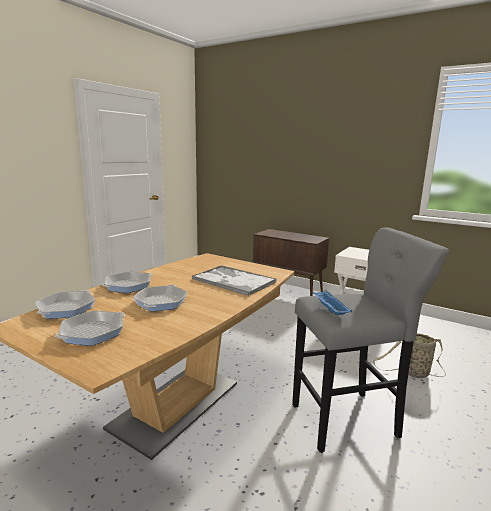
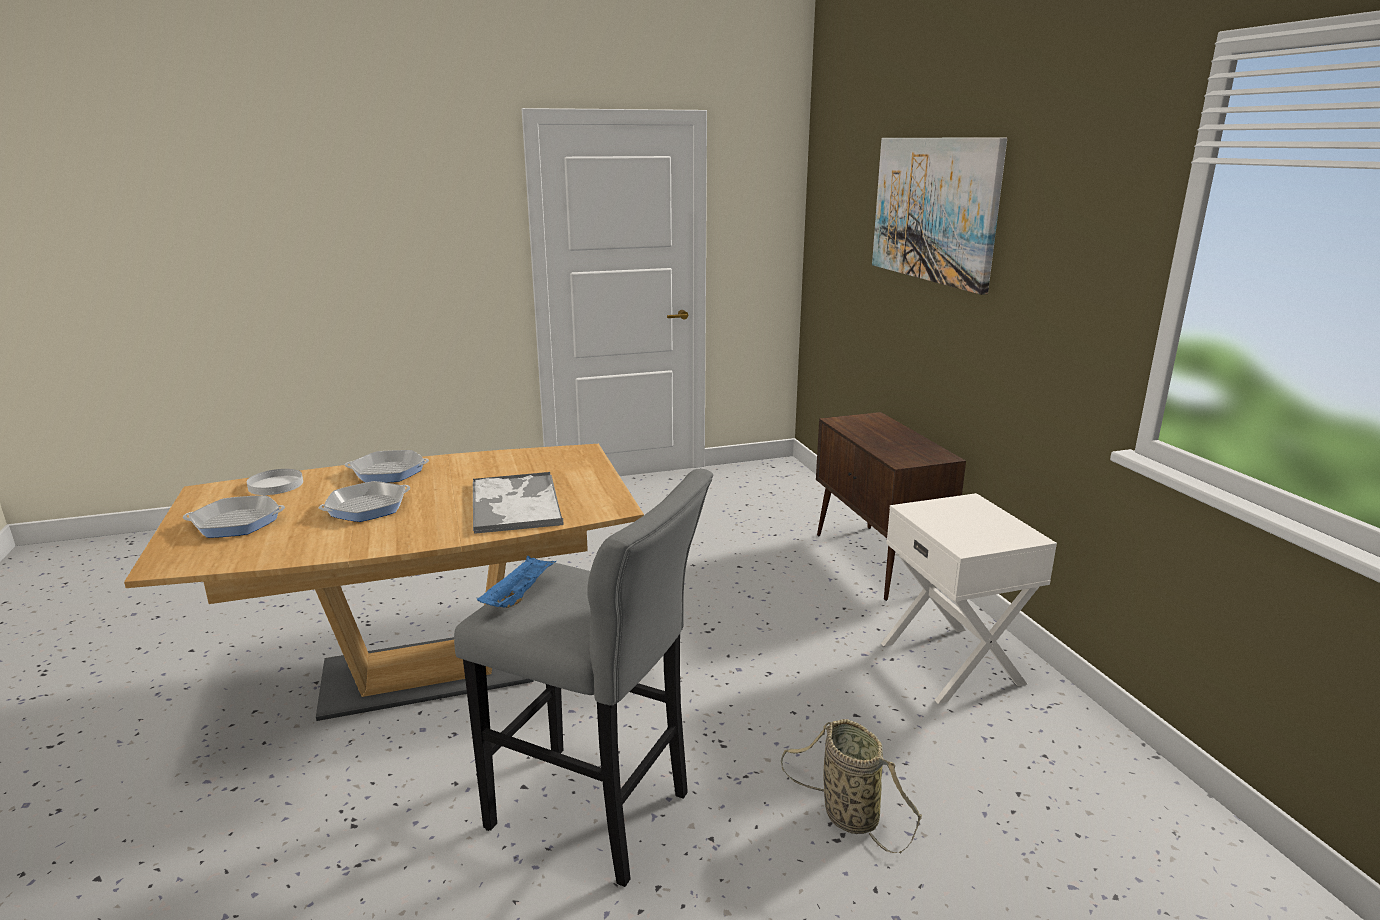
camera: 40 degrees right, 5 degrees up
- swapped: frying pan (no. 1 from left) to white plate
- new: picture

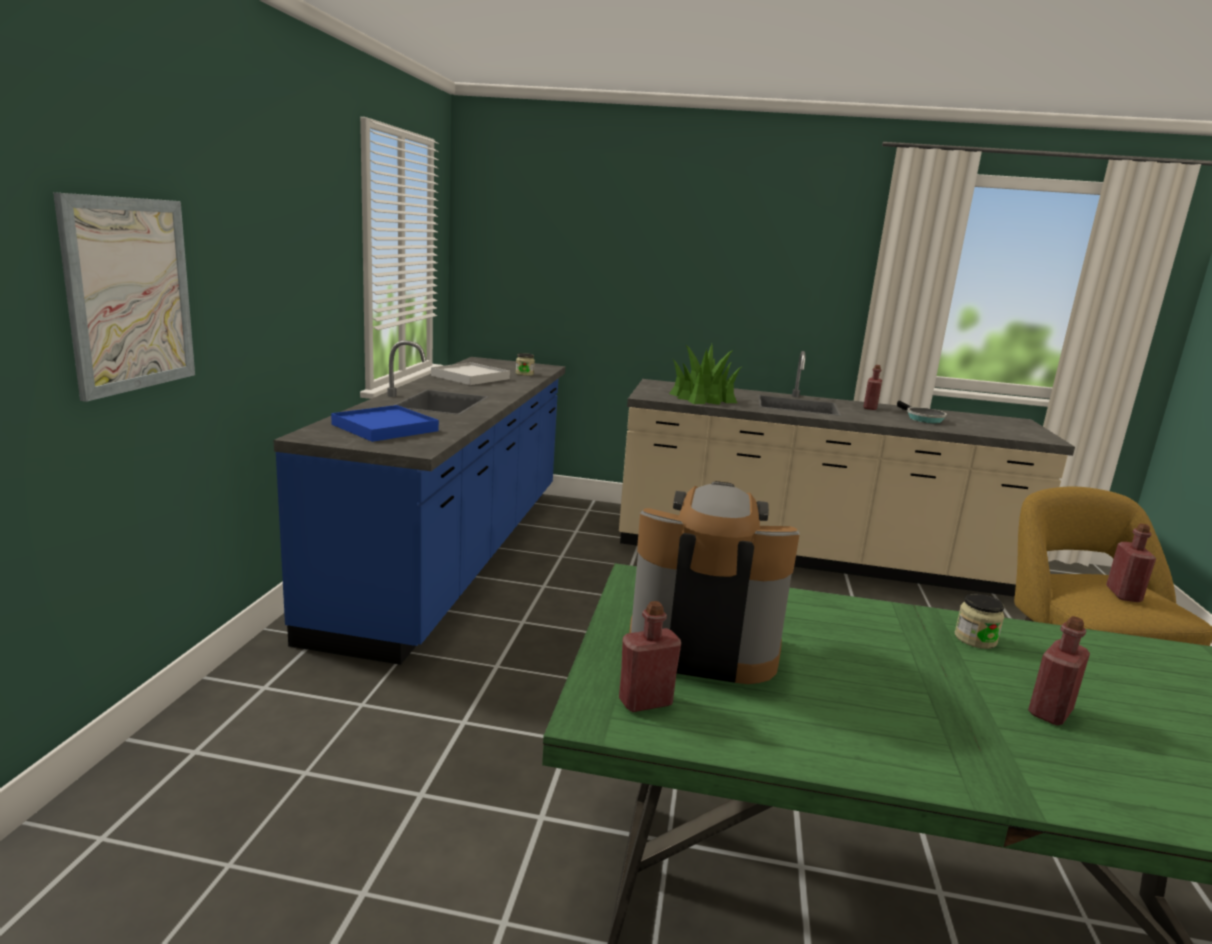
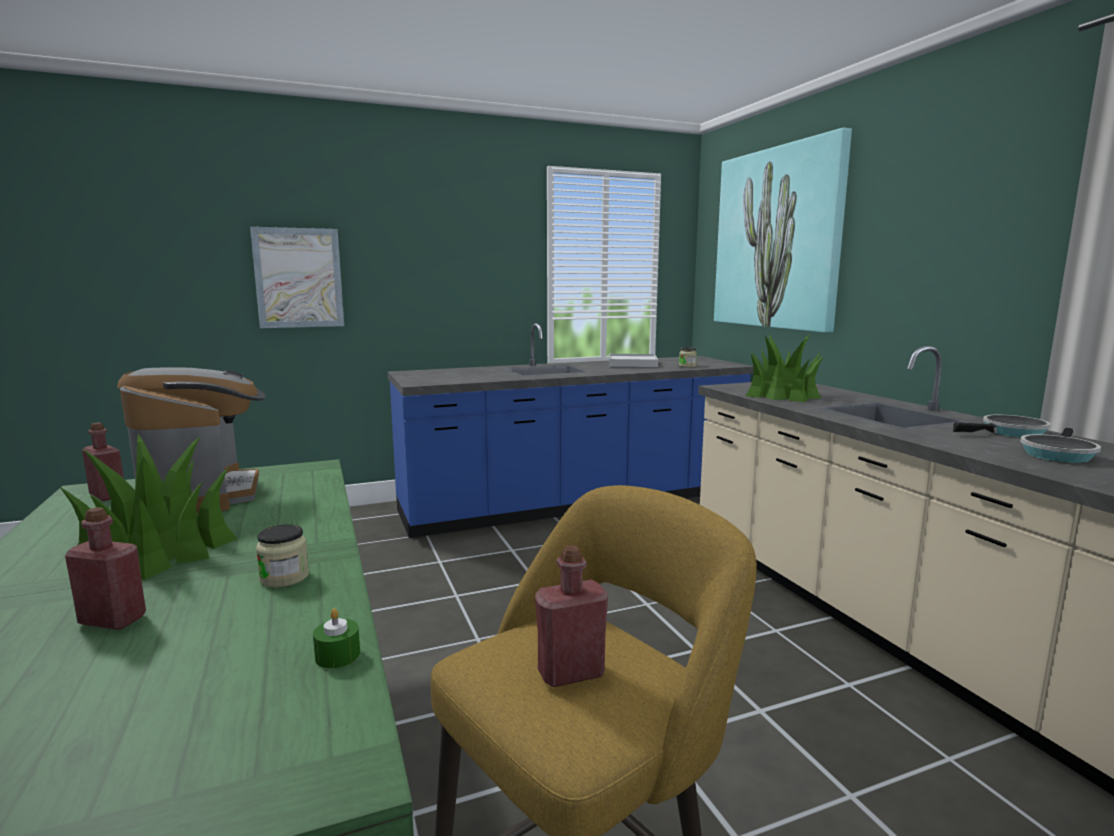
camera: 60 degrees right, 5 degrees down
- gone: blue tray
- swapped: red bottle (no. 2 from left) to frying pan (no. 1 from left)
- new: potted plant (no. 1 from left)
- new: green candle
- new: picture (no. 2 from left)

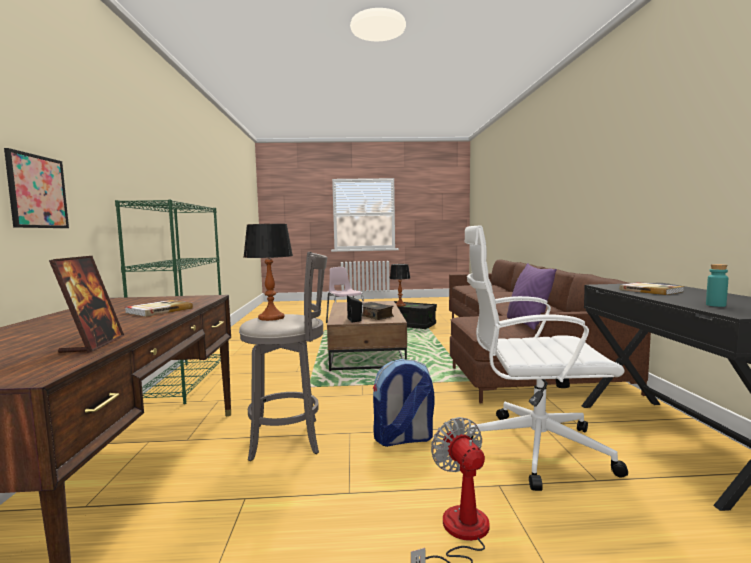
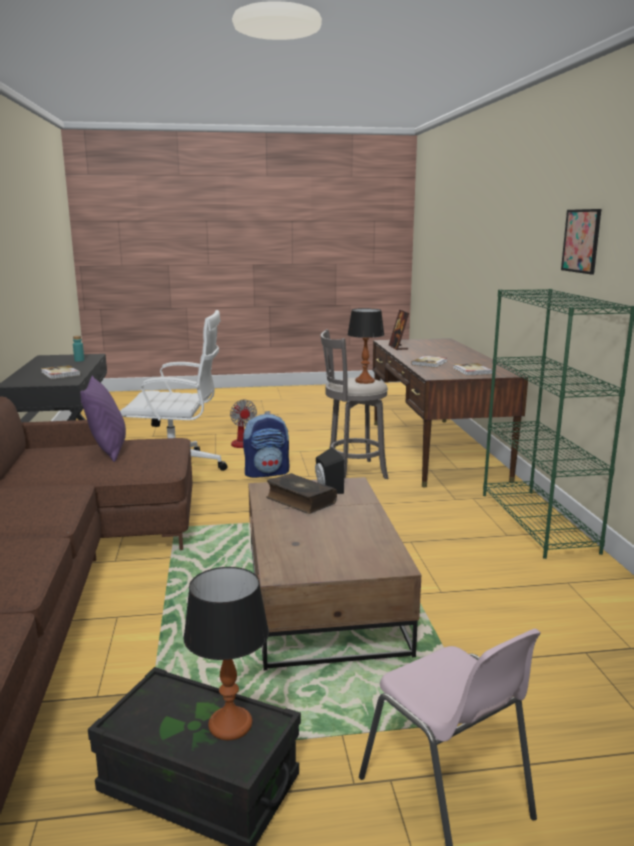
camera: 175 degrees right, 10 degrees up
- shifted: picture
- new: book (no. 4 from left)

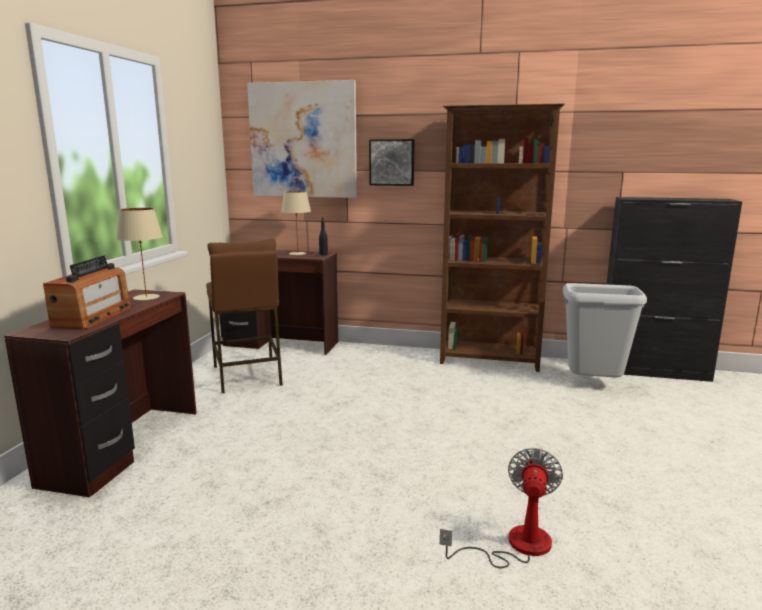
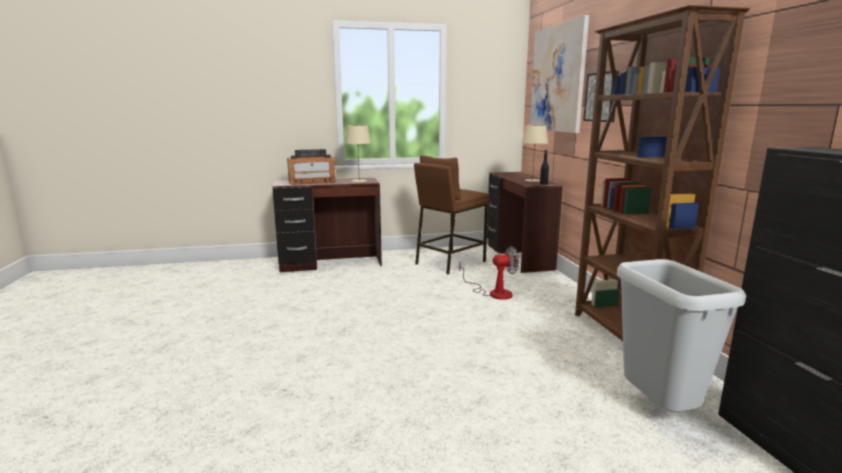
camera: 65 degrees right, 0 degrees up
- shifted: fan

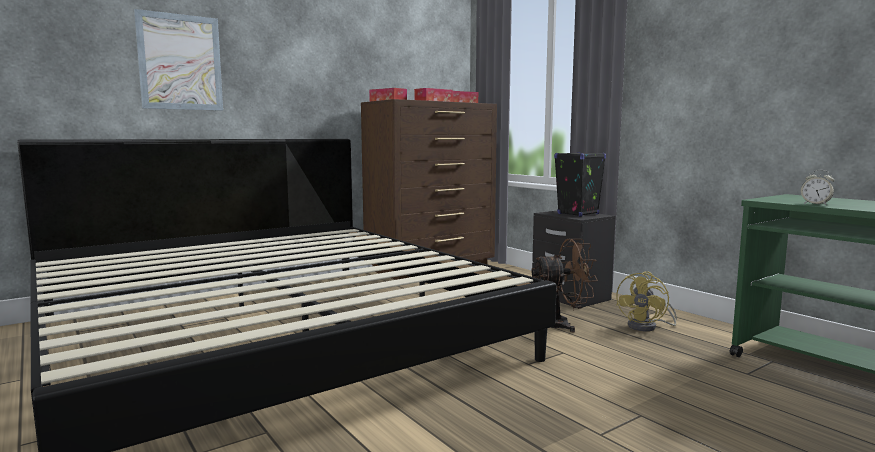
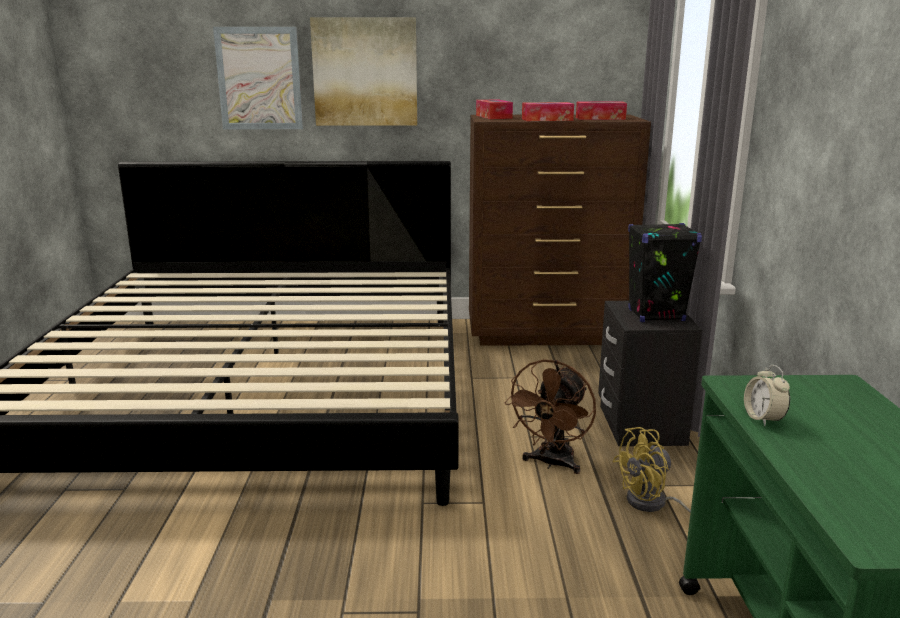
camera: 35 degrees right, 10 degrees up
- rotated: brown fan 90 degrees clockwise
- new: picture (no. 2 from left)

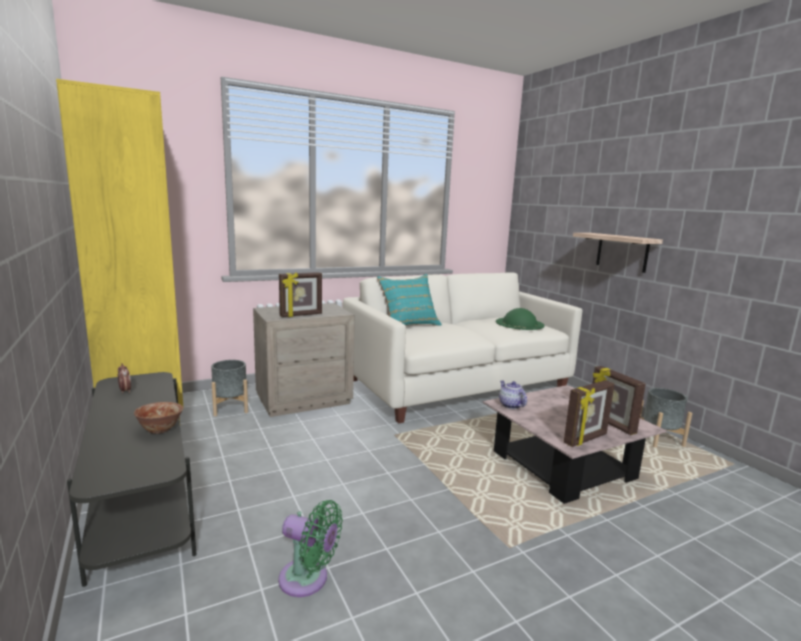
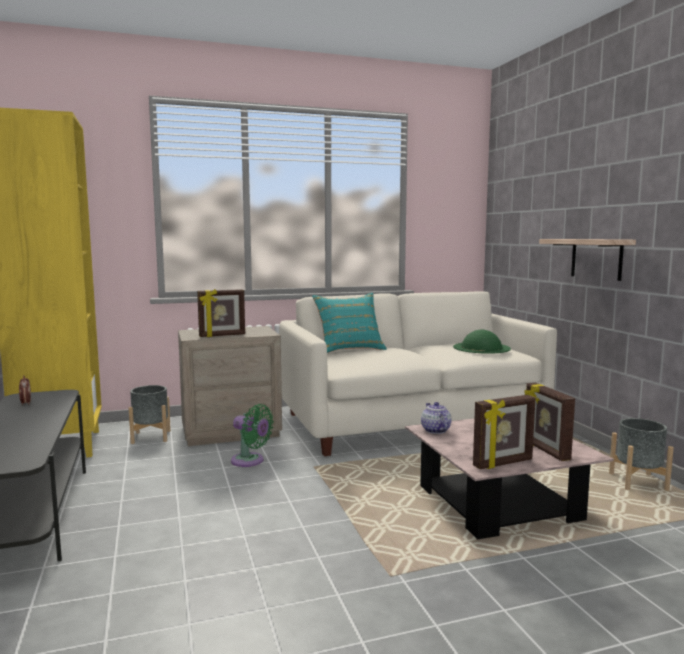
camera: 10 degrees right, 5 degrees down
- gone: bowl
- shifted: green fan

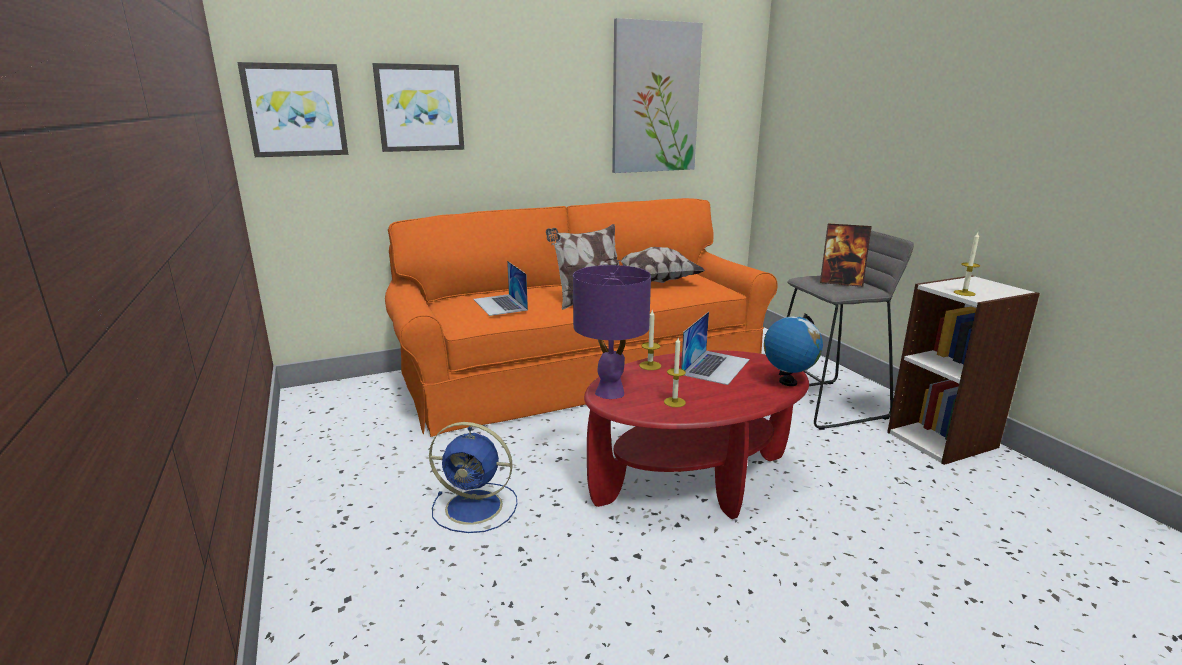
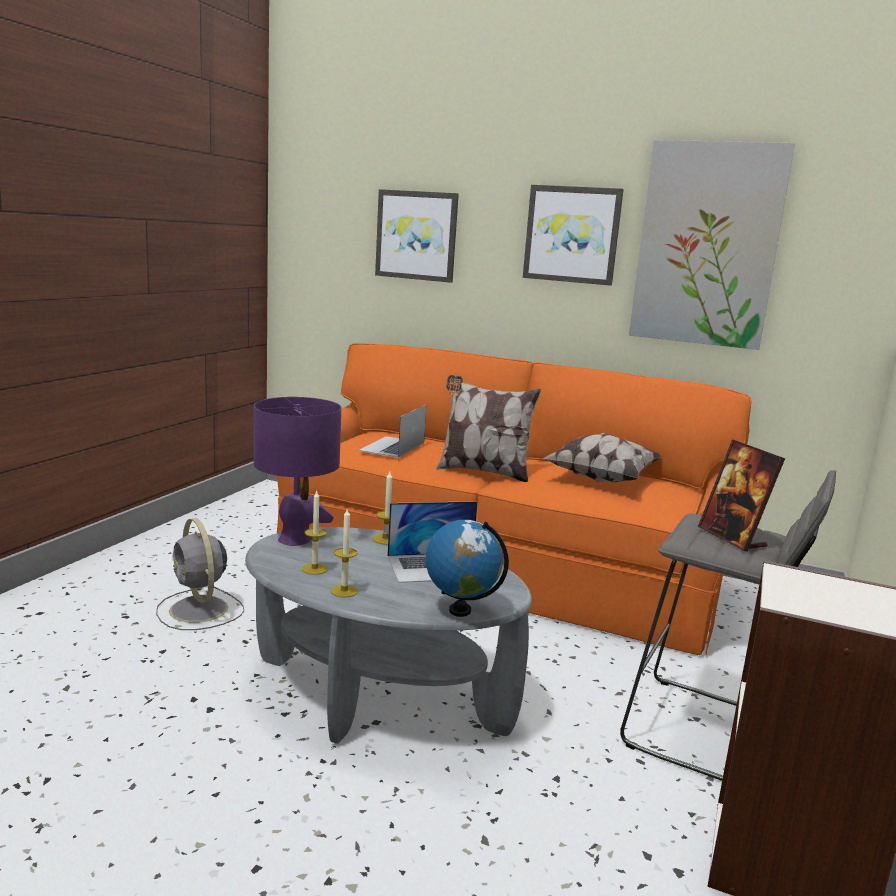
camera: 45 degrees right, 5 degrees down
- shifted: picture (no. 1 from left in the first image) to picture (no. 2 from left)
- repainted: blue fan to grey fan
- repainted: red coffee table to grey coffee table
- shifted: candle (no. 3 from left in the first image) to candle (no. 2 from left)

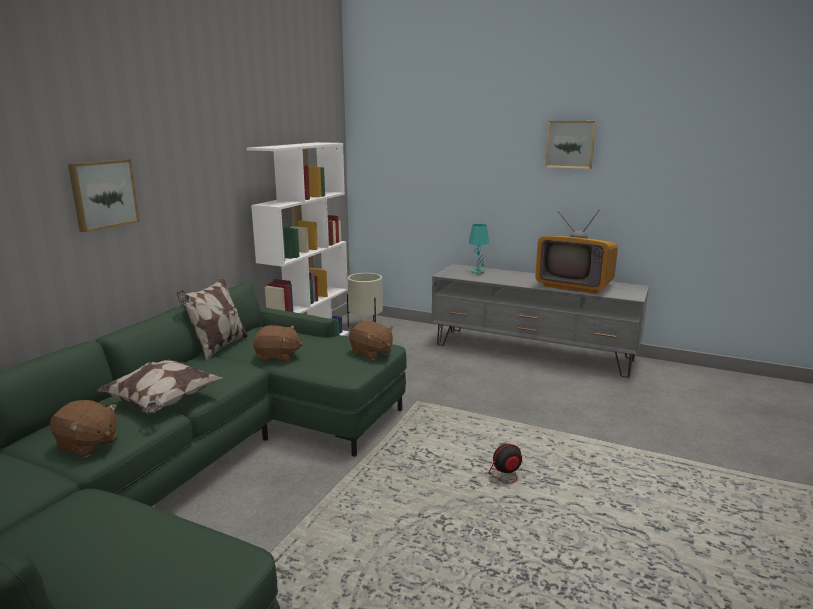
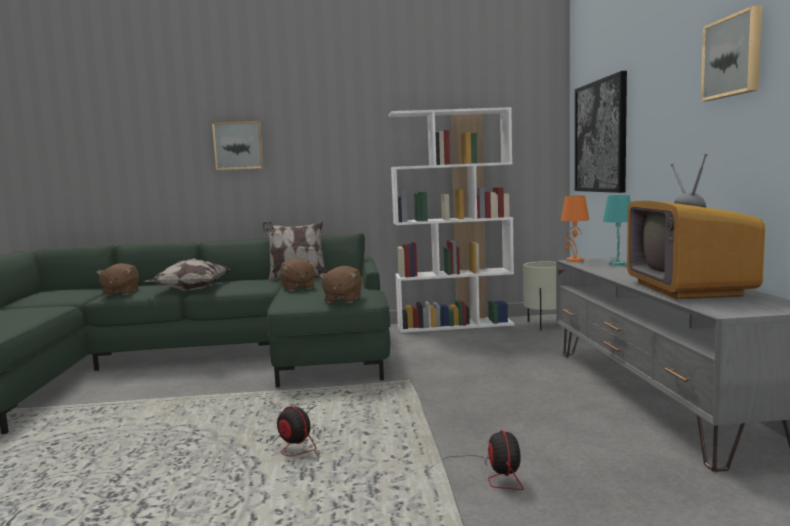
camera: 60 degrees right, 10 degrees down
- new: fan (no. 2 from left)
- new: orange table lamp
- new: picture (no. 2 from left)

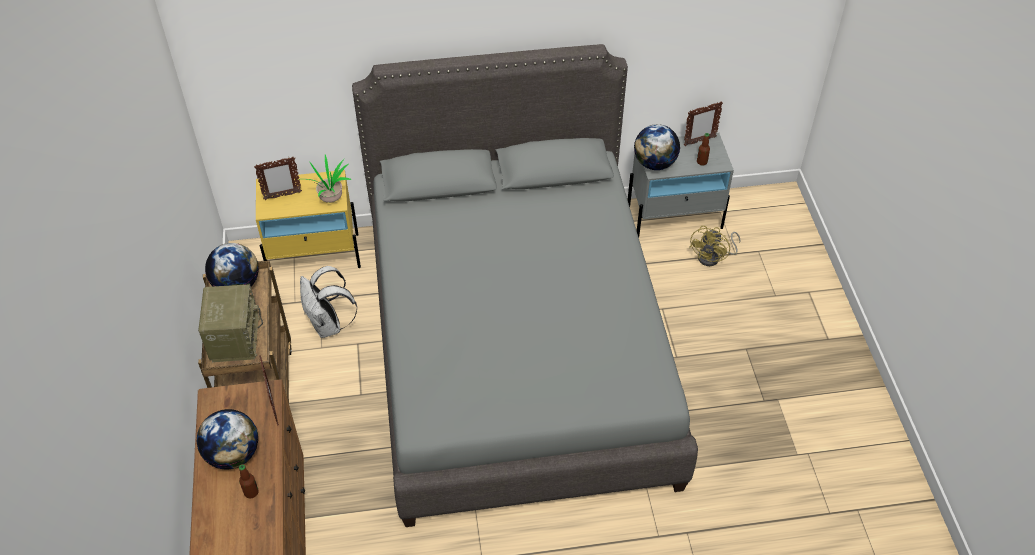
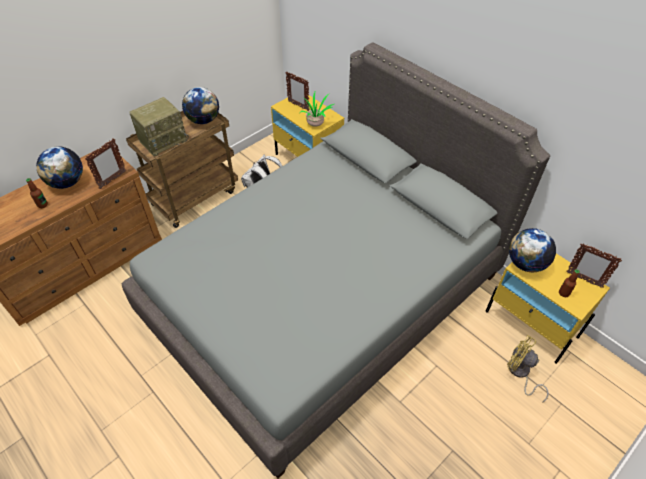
camera: 55 degrees right, 0 degrees up
- repainted: grey nightstand to yellow nightstand (no. 2 from left)
- rotated: yellow fan 45 degrees clockwise

